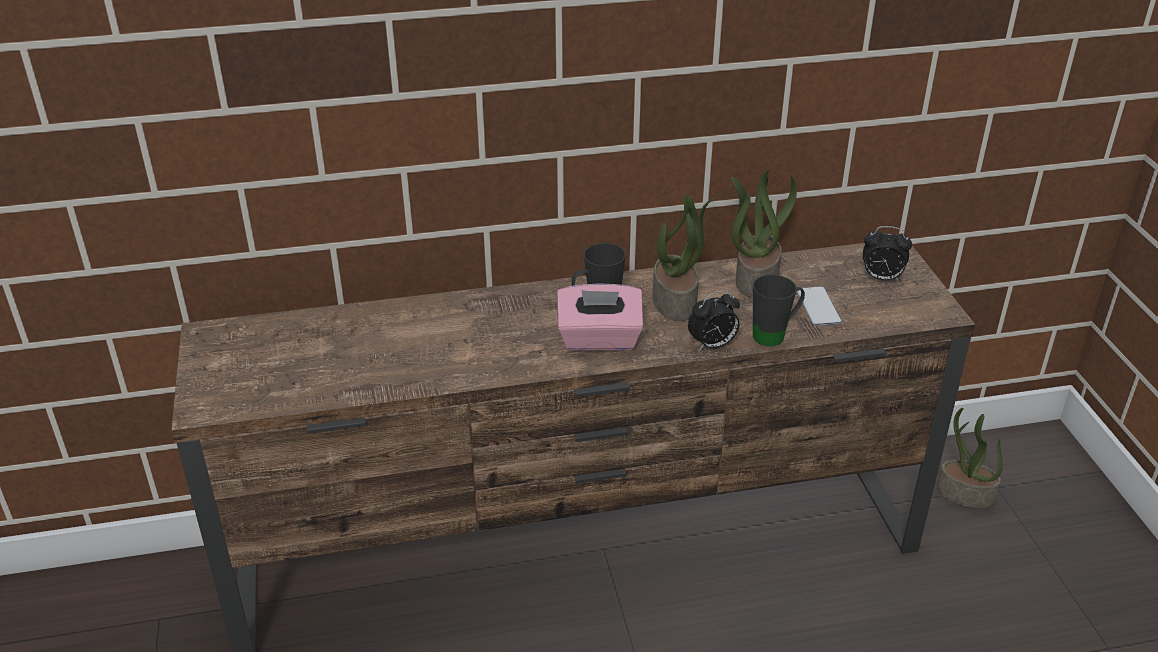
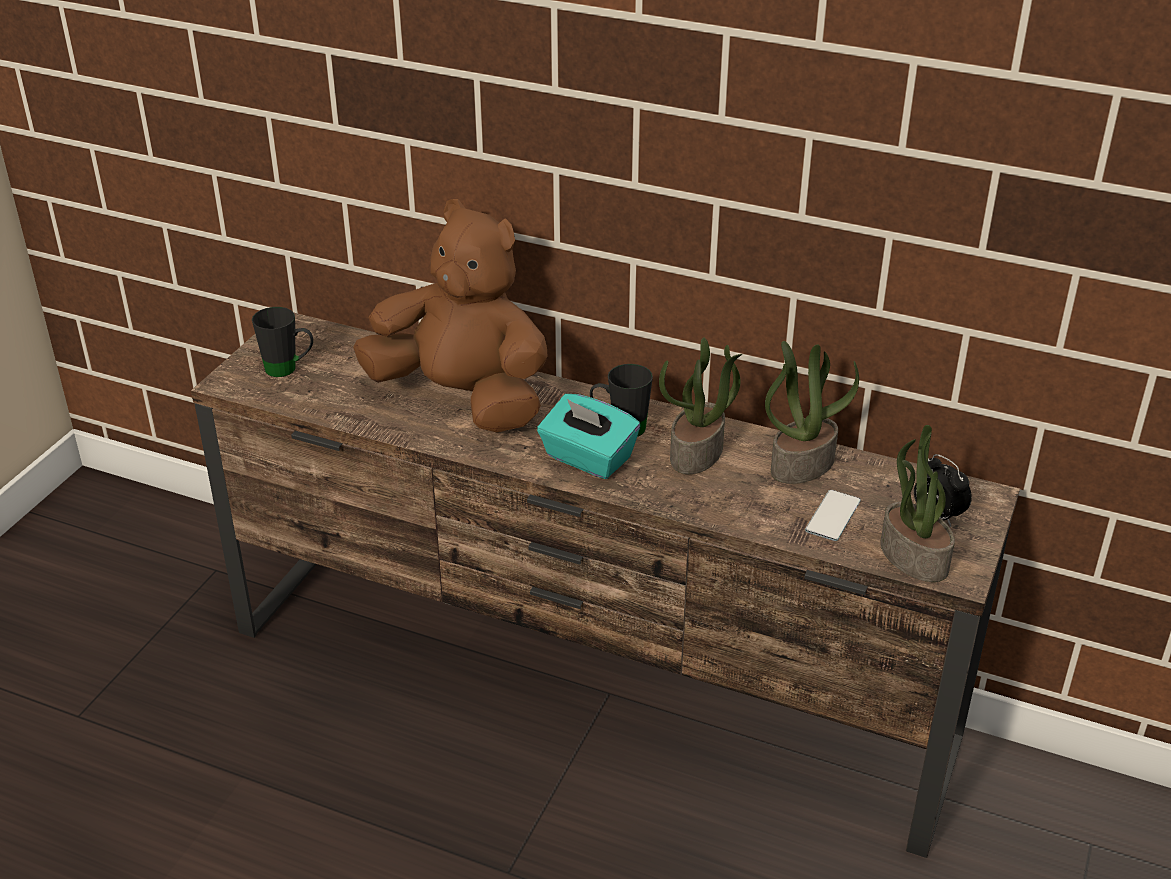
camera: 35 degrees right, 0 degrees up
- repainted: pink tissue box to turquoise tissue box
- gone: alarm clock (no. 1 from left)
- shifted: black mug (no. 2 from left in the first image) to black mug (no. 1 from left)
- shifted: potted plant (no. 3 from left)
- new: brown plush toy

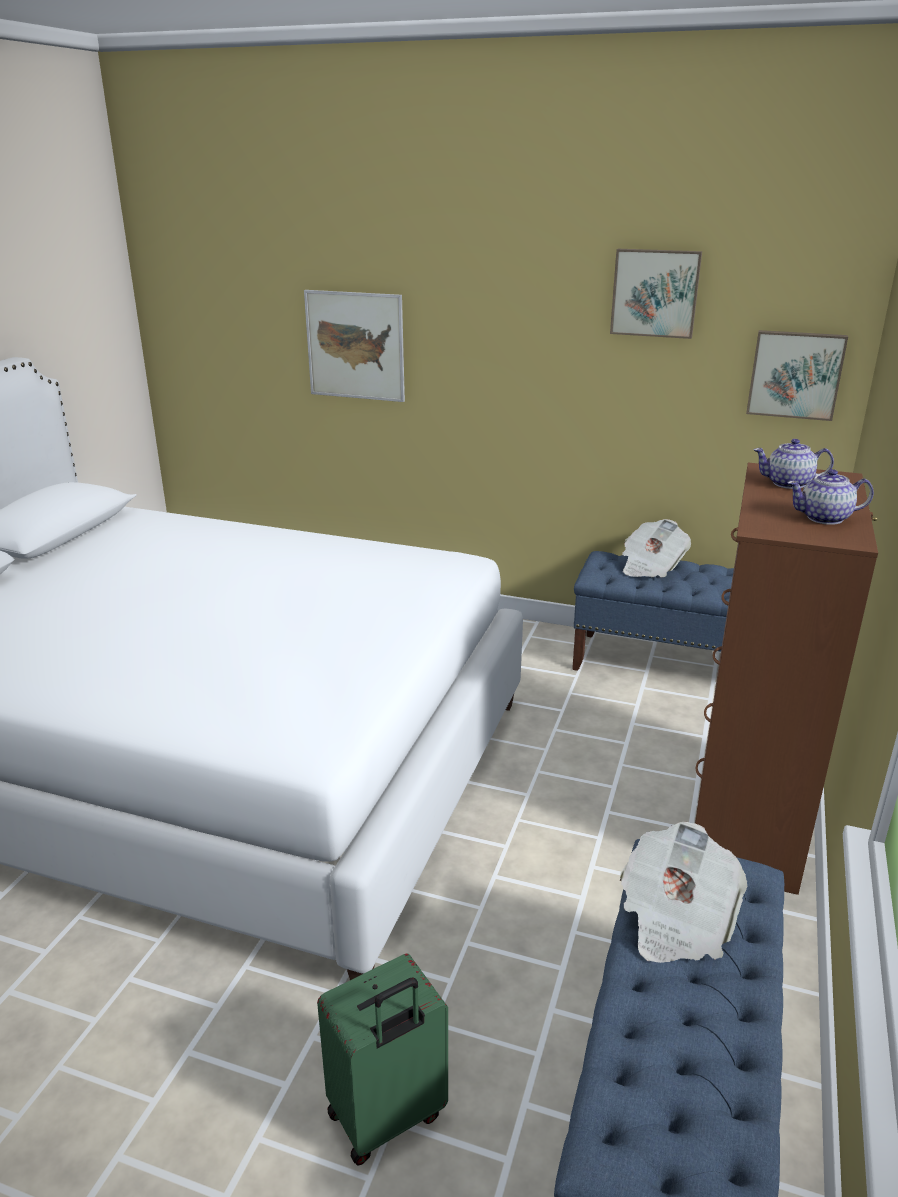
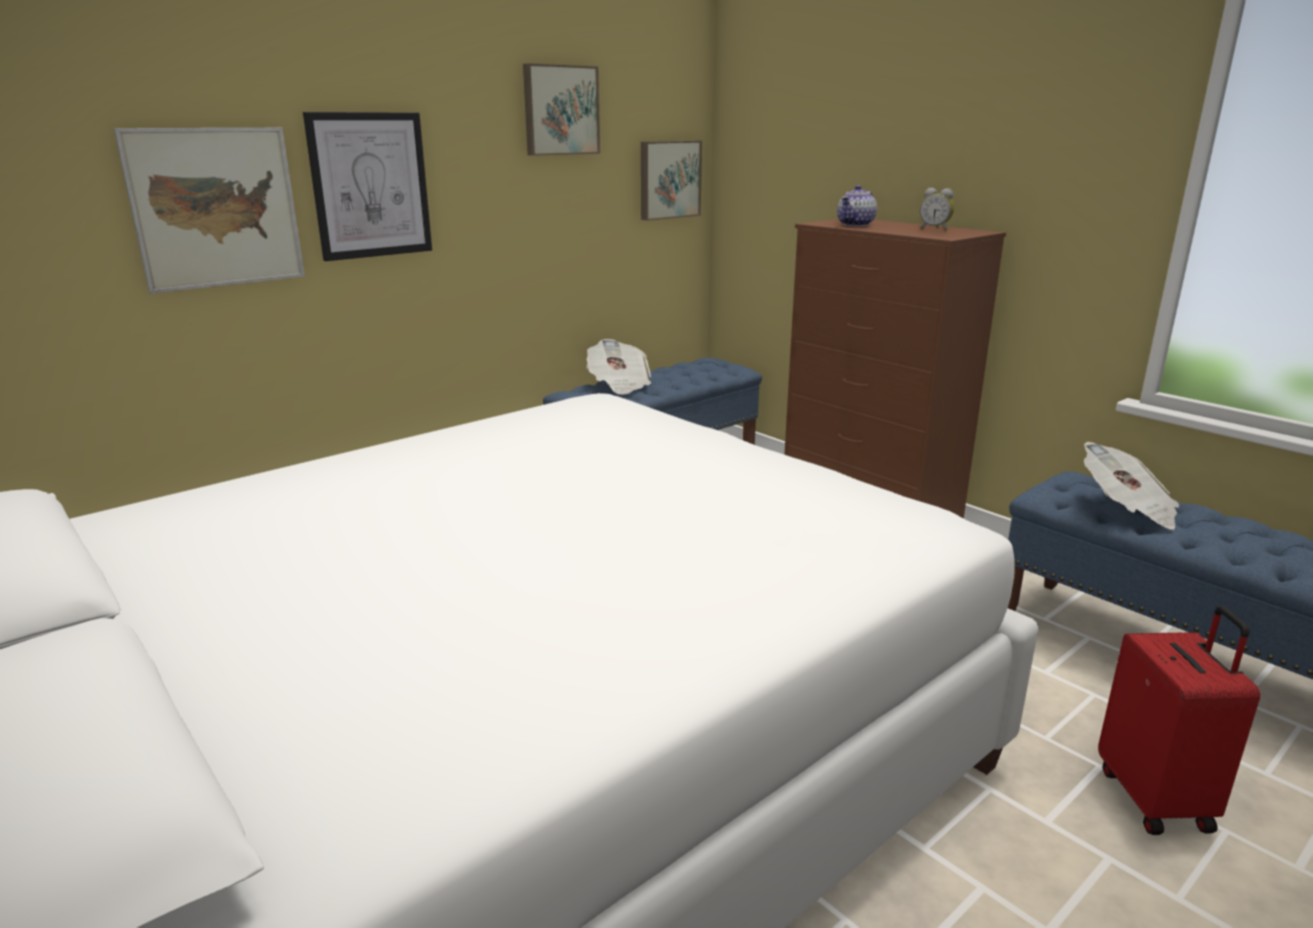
camera: 60 degrees left, 5 degrees down
- repainted: green suitcase to red suitcase
- swapped: teapot (no. 2 from left) to alarm clock
- new: picture (no. 2 from left)

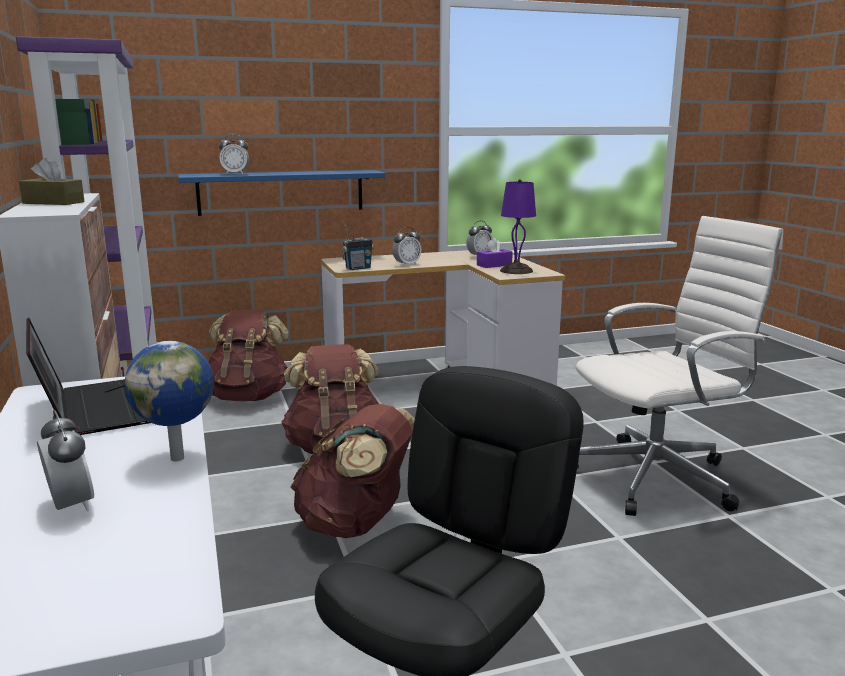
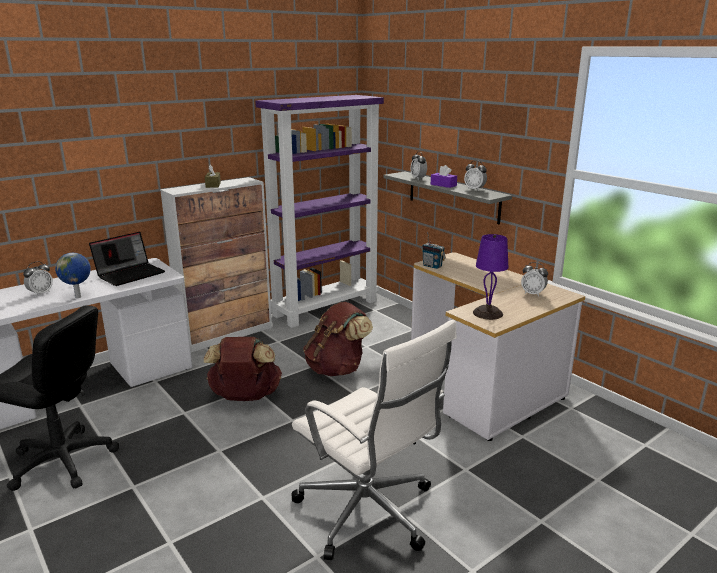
camera: 70 degrees right, 5 degrees up
- repainted: blue shelf to grey shelf
- gone: brown backpack (no. 1 from left)
- shifted: alarm clock (no. 3 from left)
- shifted: purple tissue box

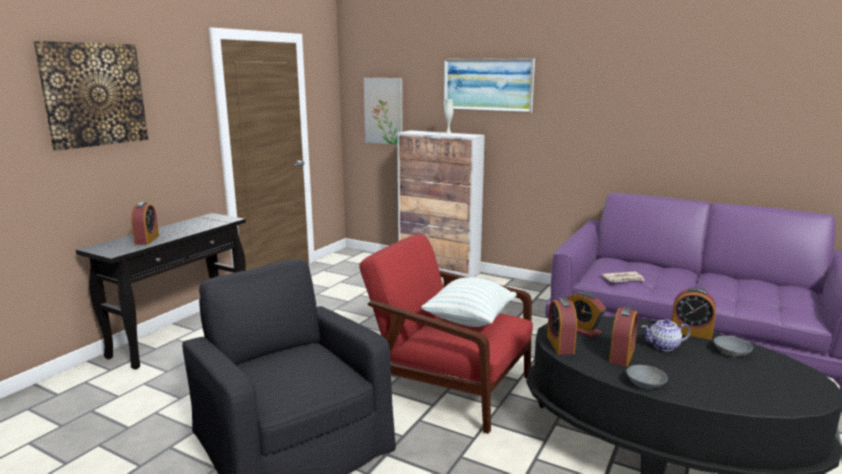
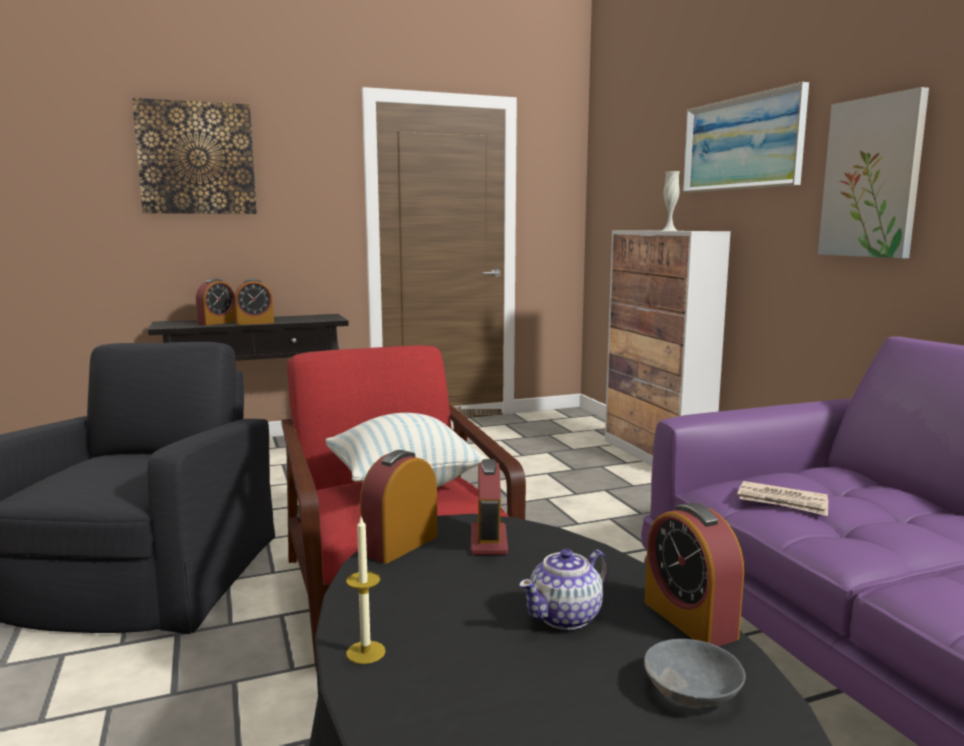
camera: 40 degrees right, 5 degrees down
- shifted: picture (no. 2 from left in the first image) to picture (no. 3 from left)
- shifted: alarm clock (no. 4 from left in the first image) to alarm clock (no. 2 from left)
- swapped: grey bowl (no. 1 from left) to candle
- rotated: teapot 75 degrees counterclockwise

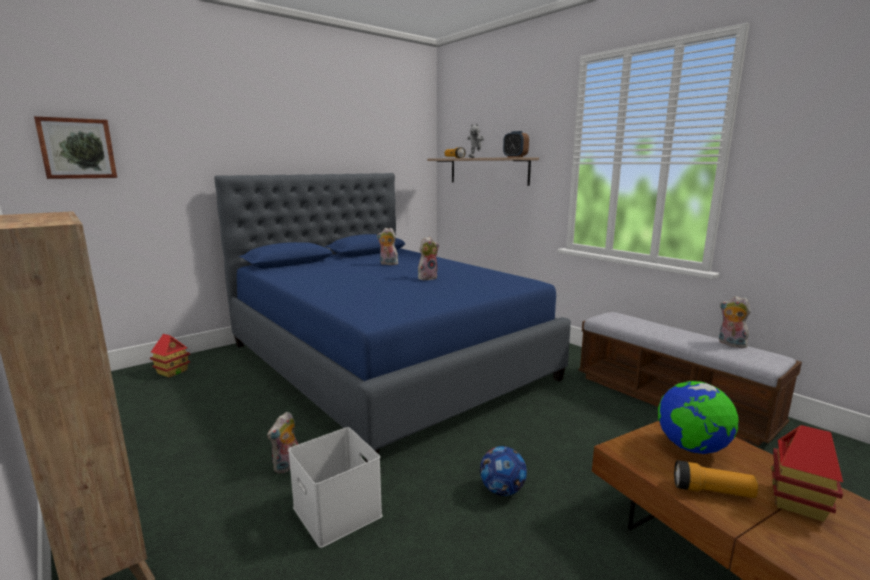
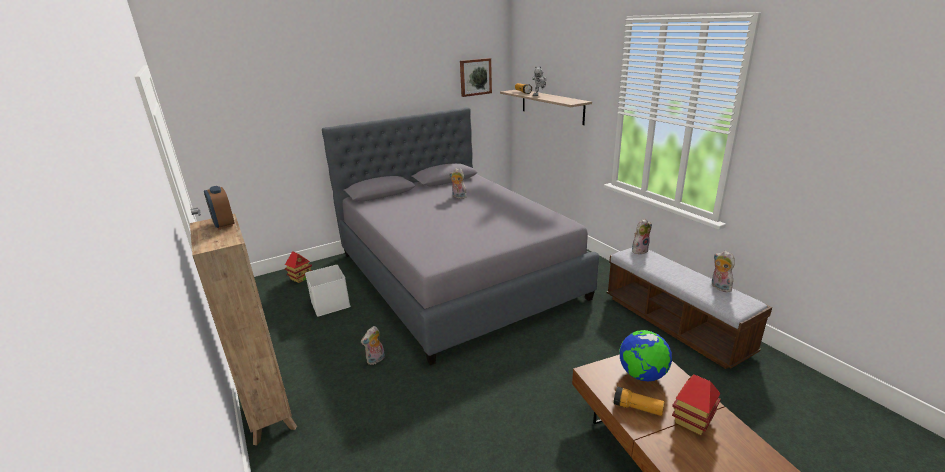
camera: 10 degrees right, 10 degrees up
- shifted: picture
- repainted: blue bed to grey bed
- shifted: white storage box
- shifted: plush toy (no. 3 from left)
- gone: football
- shifted: alarm clock

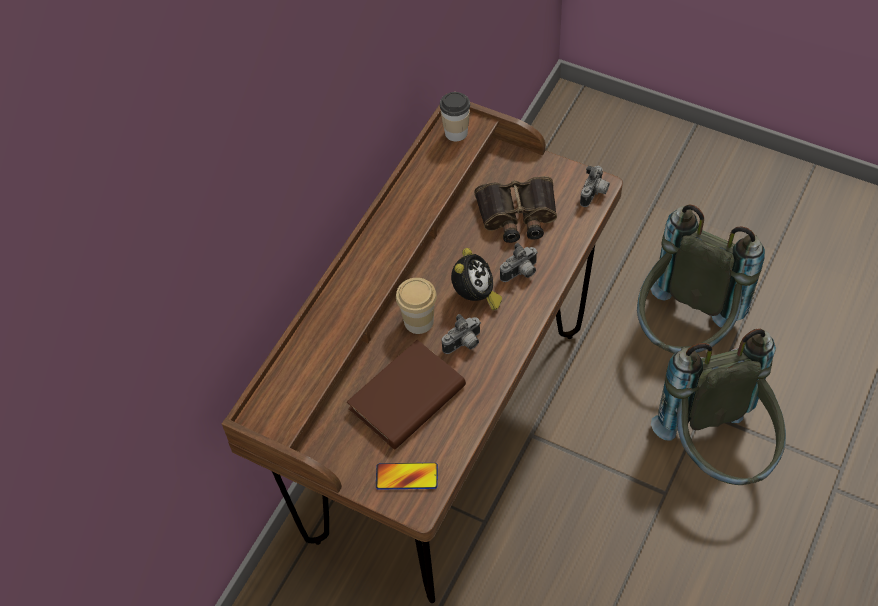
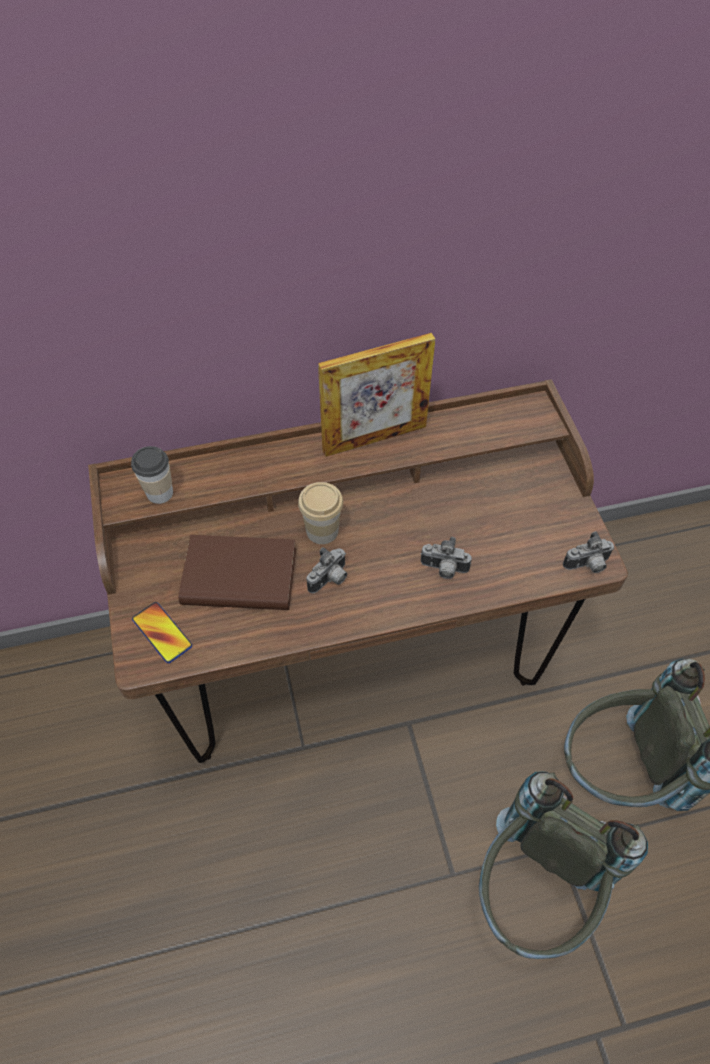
camera: 45 degrees right, 0 degrees up
- shifted: cup (no. 2 from left in the first image) to cup (no. 1 from left)
- rotated: photo camera (no. 1 from left) 60 degrees counterclockwise
- gone: alarm clock
- gone: binoculars
- new: picture frame

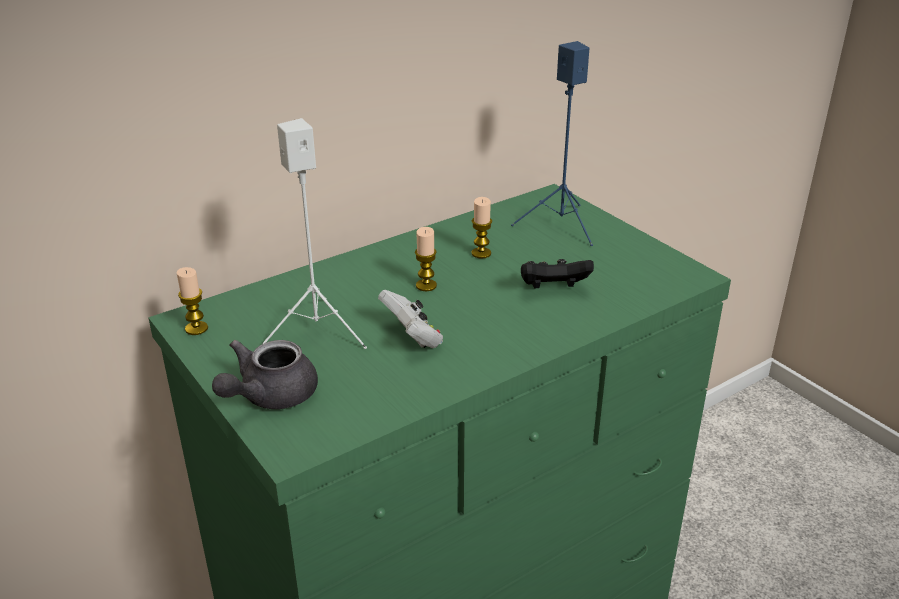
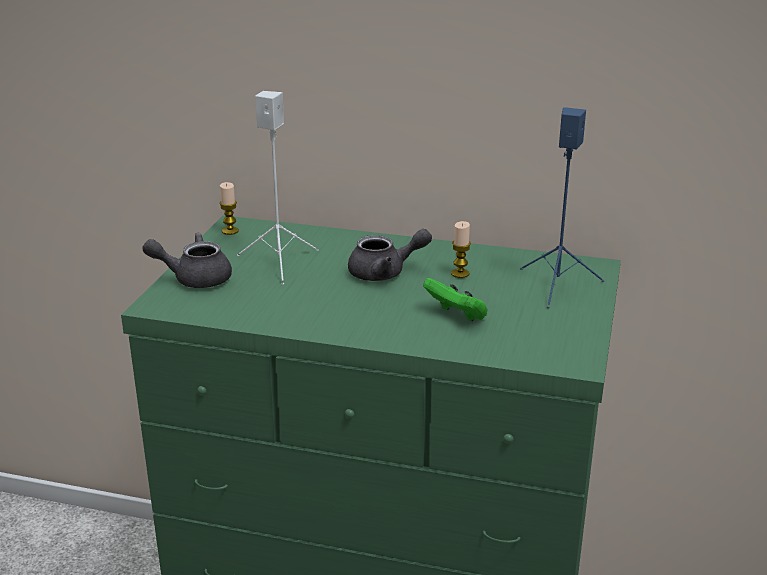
camera: 50 degrees right, 5 degrees down
- gone: white game controller
- swapped: candle (no. 2 from left) to grey teapot (no. 2 from left)
- repainted: black game controller to green game controller

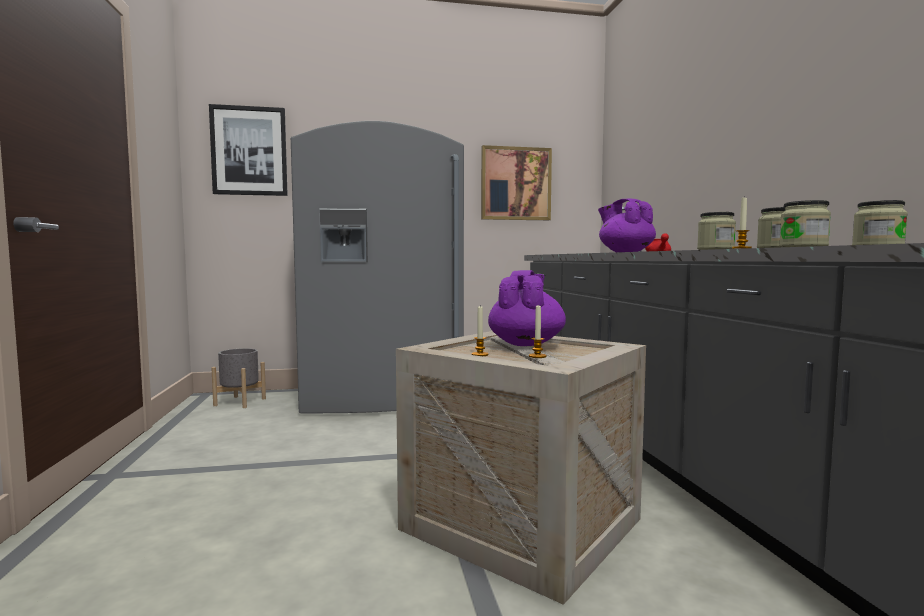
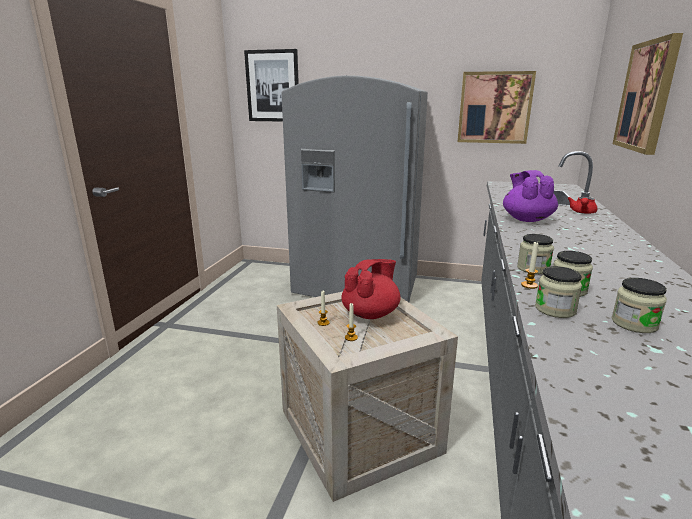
camera: 25 degrees right, 15 degrees up
- gone: grey planter
- repainted: purple teapot (no. 1 from left) to red teapot (no. 1 from left)
- new: picture (no. 3 from left)

